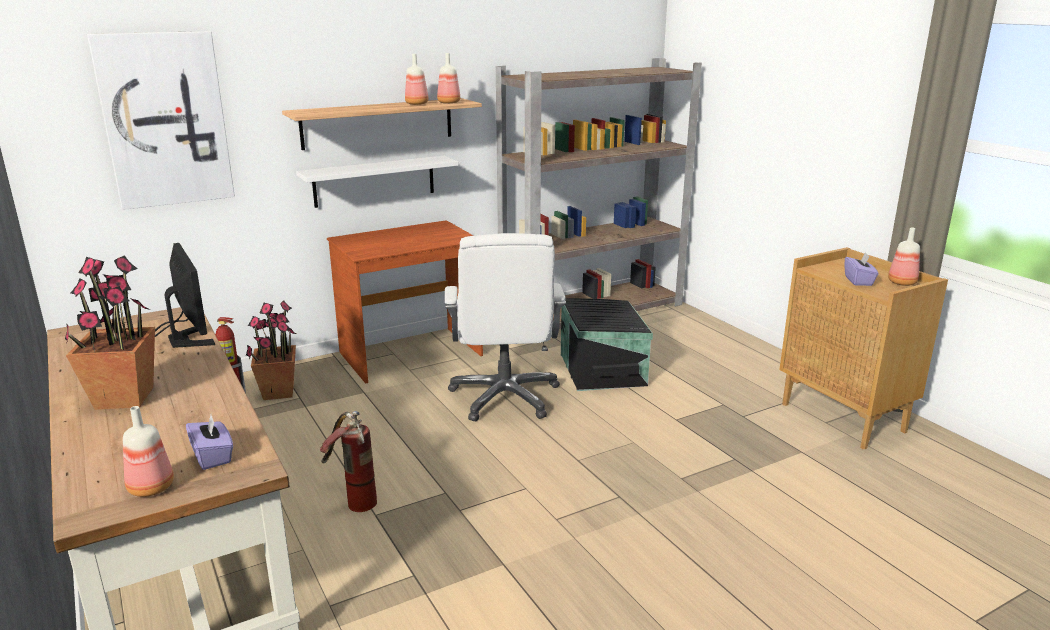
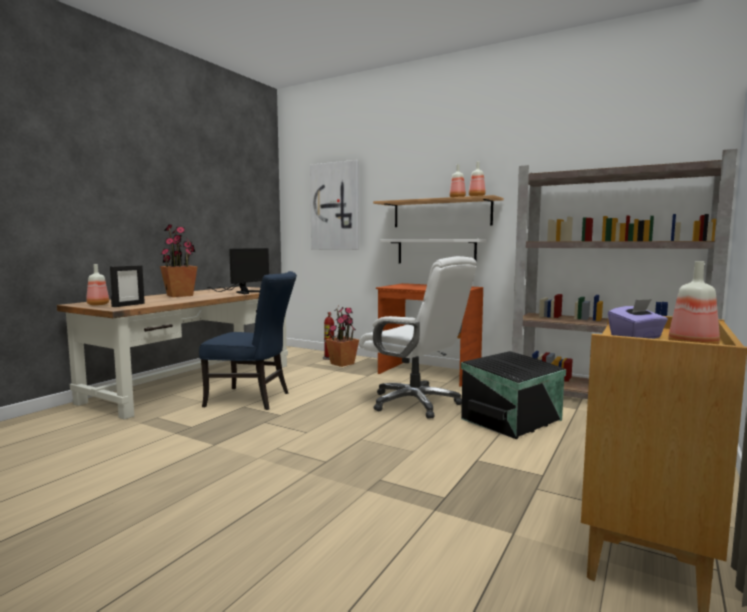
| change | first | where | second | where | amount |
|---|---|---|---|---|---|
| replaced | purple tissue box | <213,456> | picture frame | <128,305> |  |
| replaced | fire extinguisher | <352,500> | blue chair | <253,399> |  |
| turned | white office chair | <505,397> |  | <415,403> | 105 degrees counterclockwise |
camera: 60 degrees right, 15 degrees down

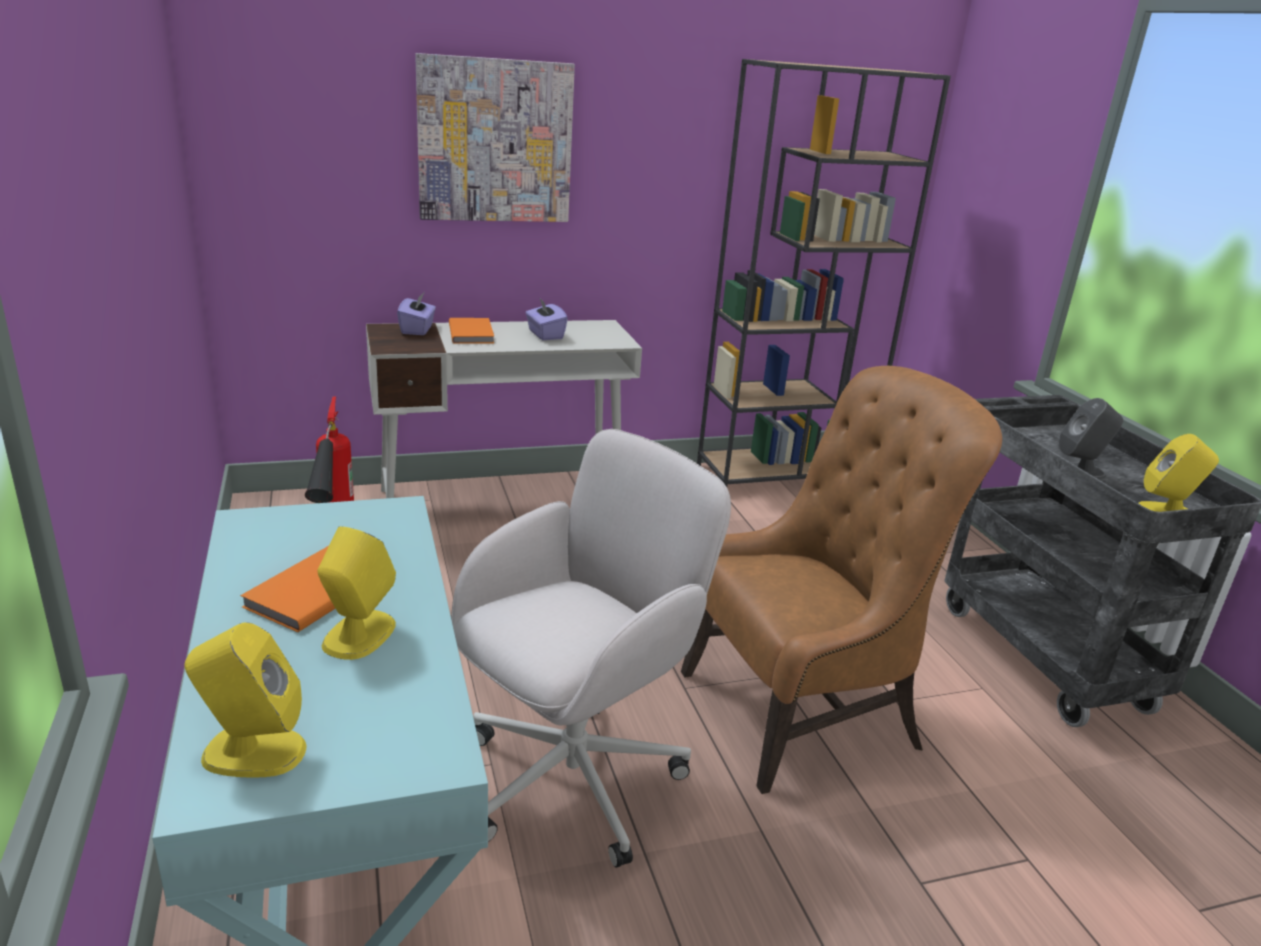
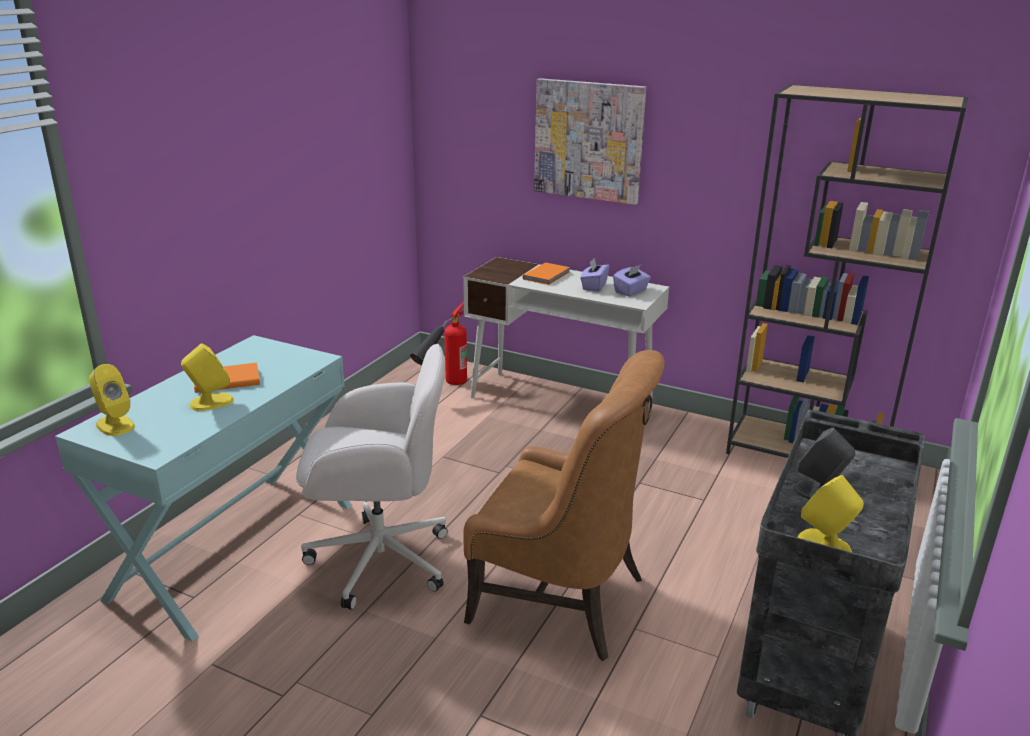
| change | first | where | second | where | amount |
|---|---|---|---|---|---|
| moved | purple tissue box | <417,329> |  | <631,291> |  |
camera: 45 degrees right, 0 degrees up

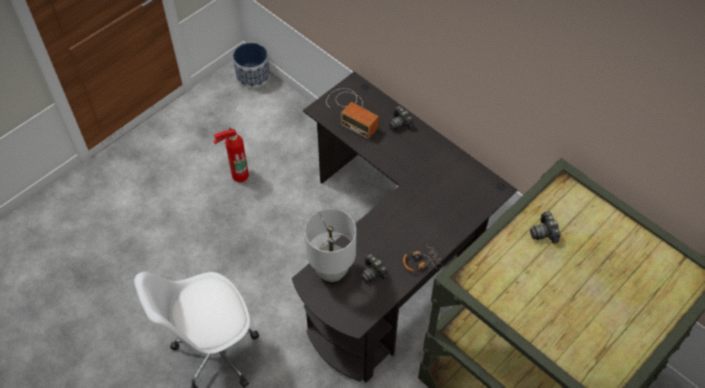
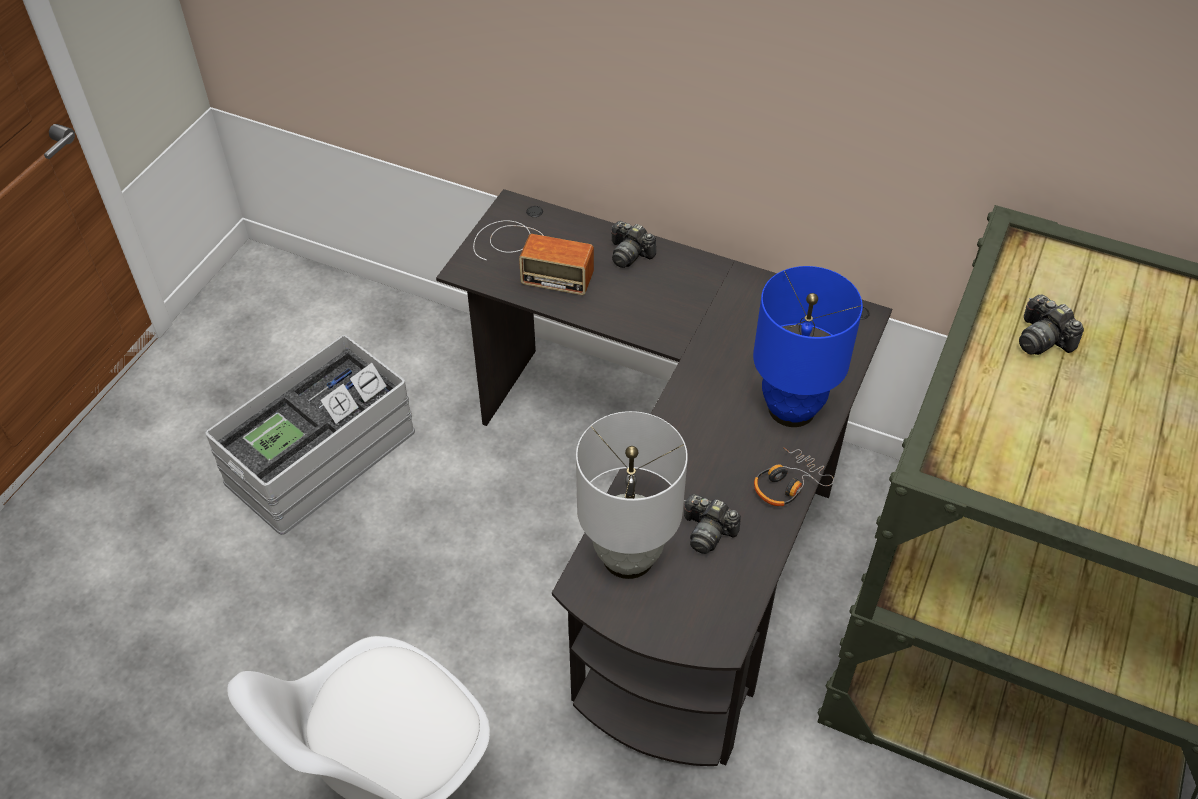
| change | first | where | second | where | amount |
|---|---|---|---|---|---|
| replaced | fire extinguisher | <238,174> | grey storage box | <320,454> |  |
| added |  |  | blue table lamp | <791,409> |  |
| removed | planter | <253,76> |  |  |  |
camera: 20 degrees left, 5 degrees down

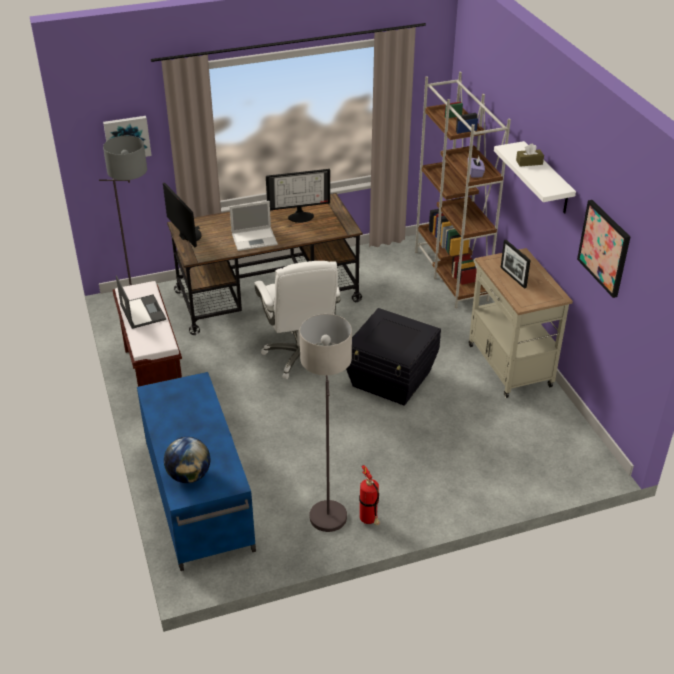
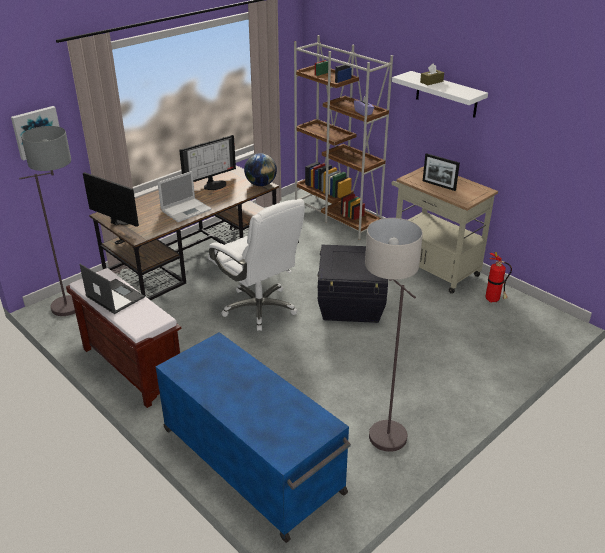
| change | first | where | second | where | amount |
|---|---|---|---|---|---|
| moved | globe | <189,475> |  | <261,184> |  |
| moved | fire extinguisher | <369,521> |  | <493,300> |  |
| removed | picture | <604,248> |  |  |  |
camera: 25 degrees left, 5 degrees down

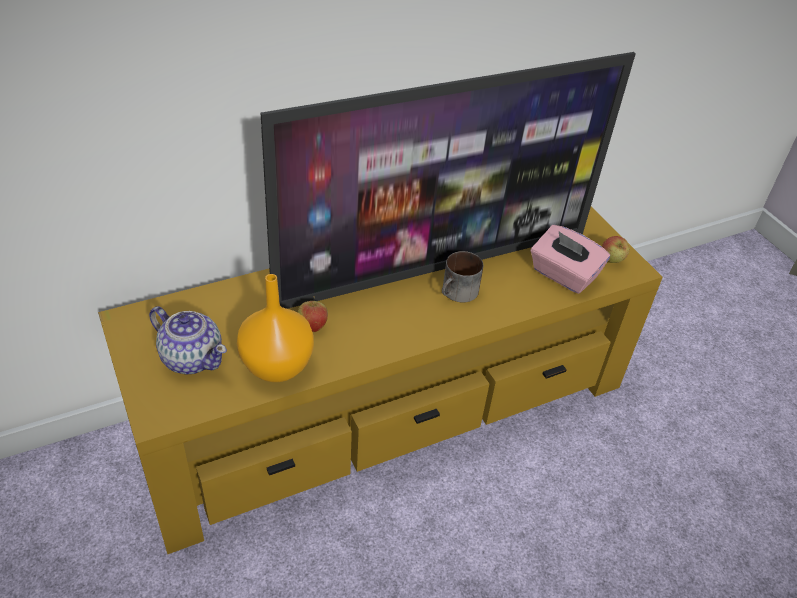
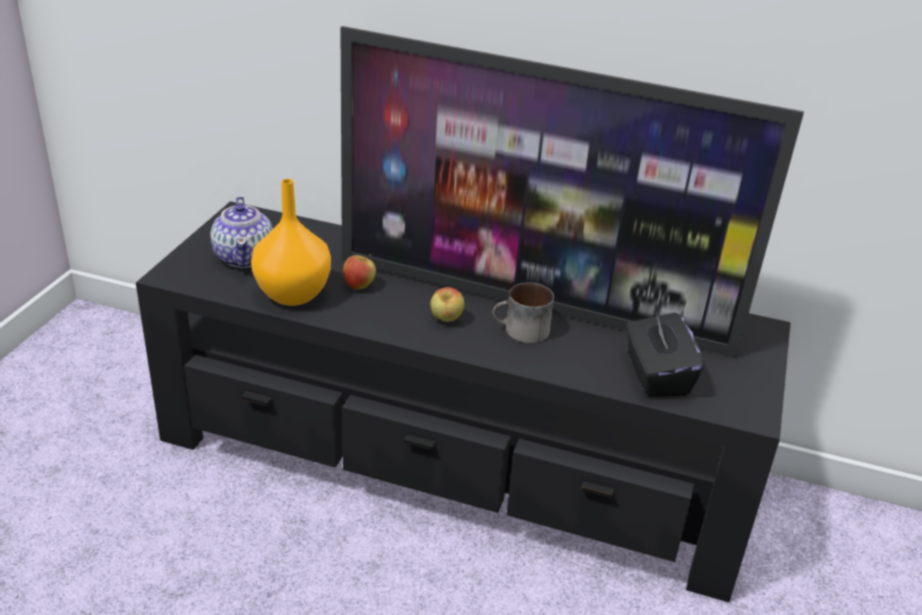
| change | first | where | second | where | amount |
|---|---|---|---|---|---|
| recoloured | yellow tv stand | <387,409> | black tv stand | <452,460> |  |
| moved | apple | <611,261> |  | <446,320> |  |
| recoloured | pink tissue box | <563,275> | black tissue box | <656,375> |  |
camera: 45 degrees right, 10 degrees down

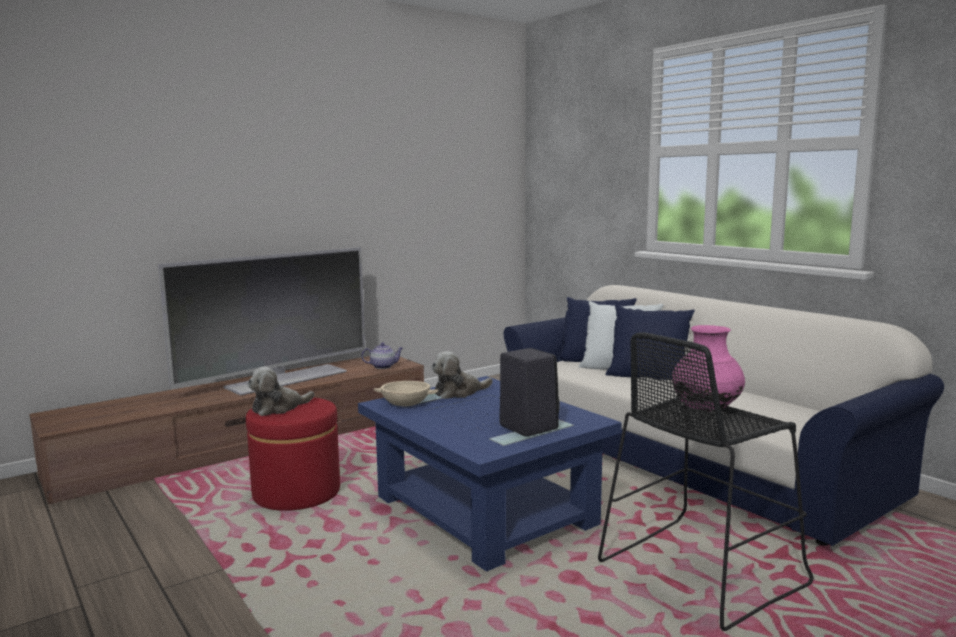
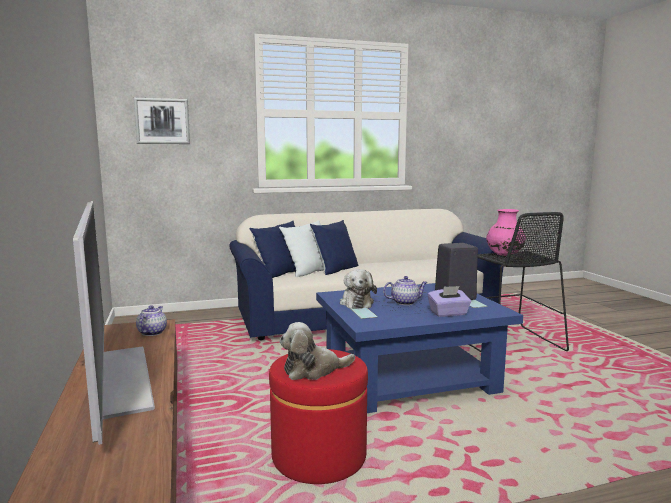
| change | first | where | second | where | amount |
|---|---|---|---|---|---|
| added |  |  | picture | <162,121> |  |
| turned | plush toy | <278,408> |  | <313,370> | 90 degrees clockwise |
| added |  |  | teapot | <405,302> |  |
| added |  |  | purple tissue box | <448,313> |  |
| removed | beige bowl | <405,403> |  |  |  |
camera: 70 degrees left, 0 degrees up

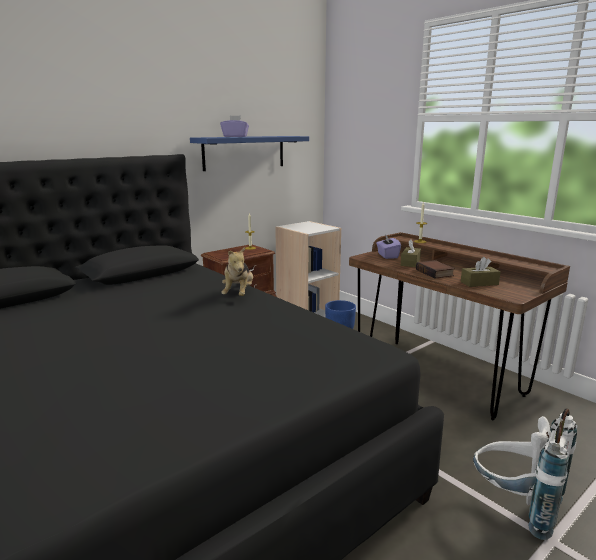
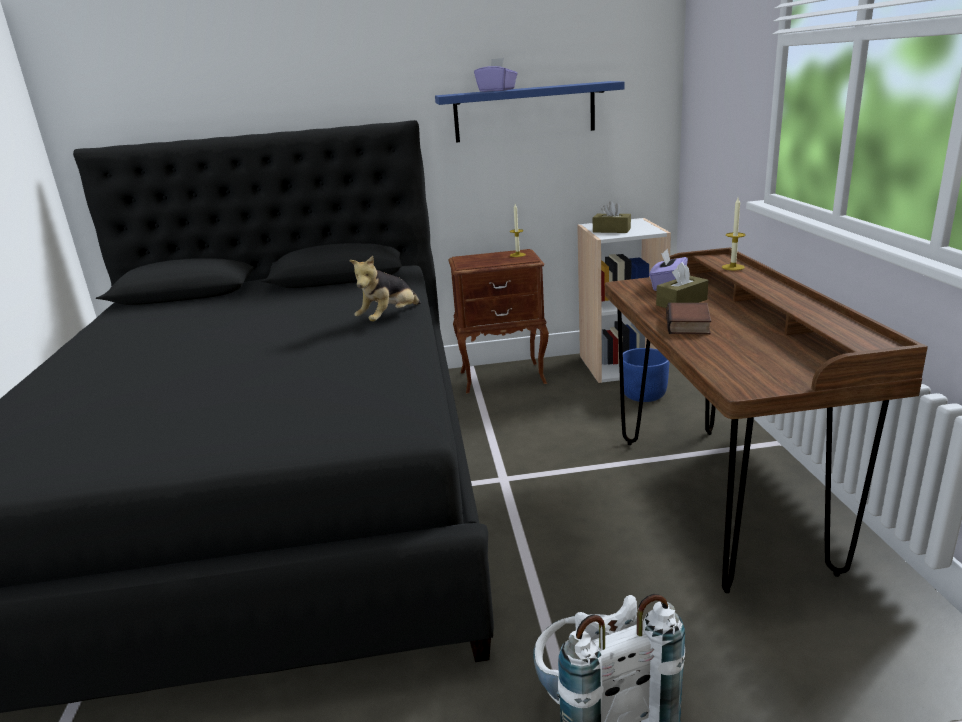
| change | first | where | second | where | amount |
|---|---|---|---|---|---|
| moved | brown tissue box | <479,283> |  | <611,230> |  |
camera: 35 degrees right, 5 degrees up

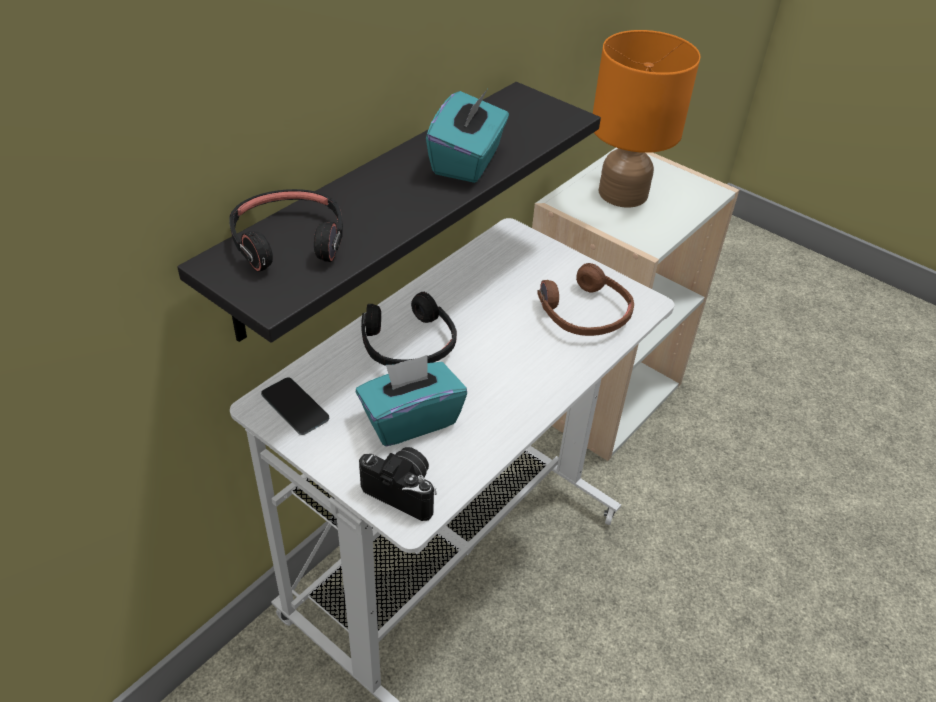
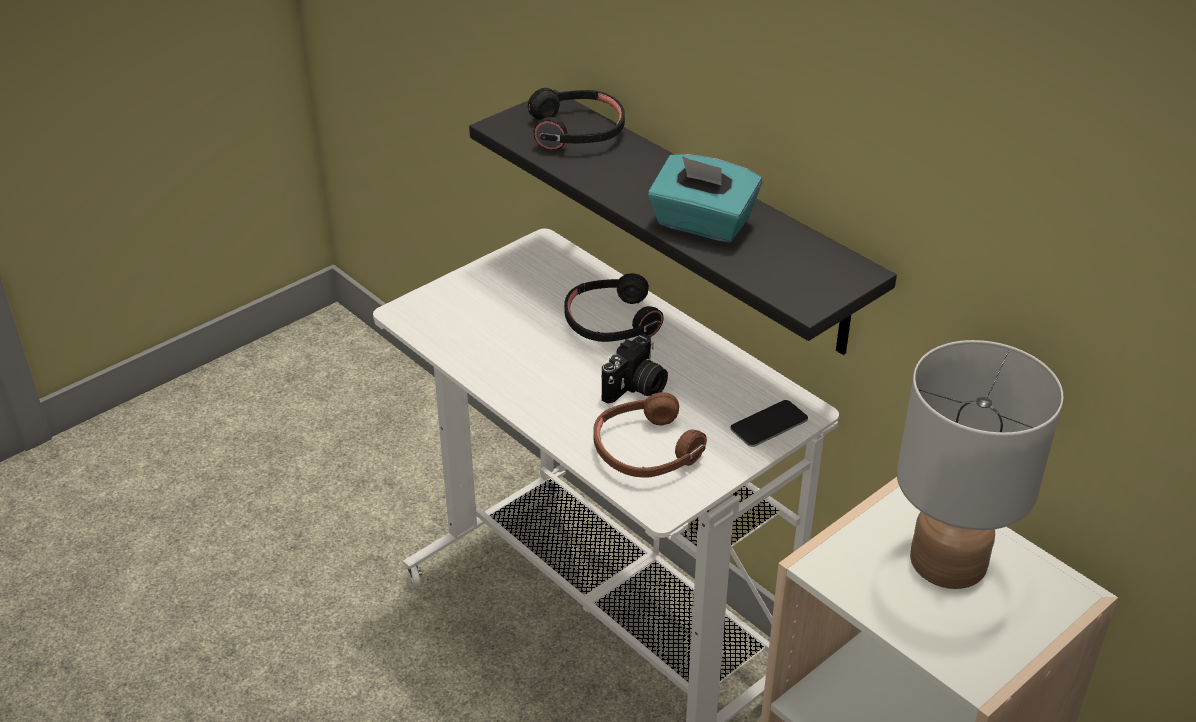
| change | first | where | second | where | amount |
|---|---|---|---|---|---|
| moved | photo camera | <404,491> |  | <636,388> |  |
| moved | phone | <295,406> |  | <769,424> |  |
| recoloured | orange table lamp | <623,193> | grey table lamp | <950,561> |  |
| removed | turquoise tissue box | <410,419> |  |  |  |
camera: 100 degrees right, 5 degrees down

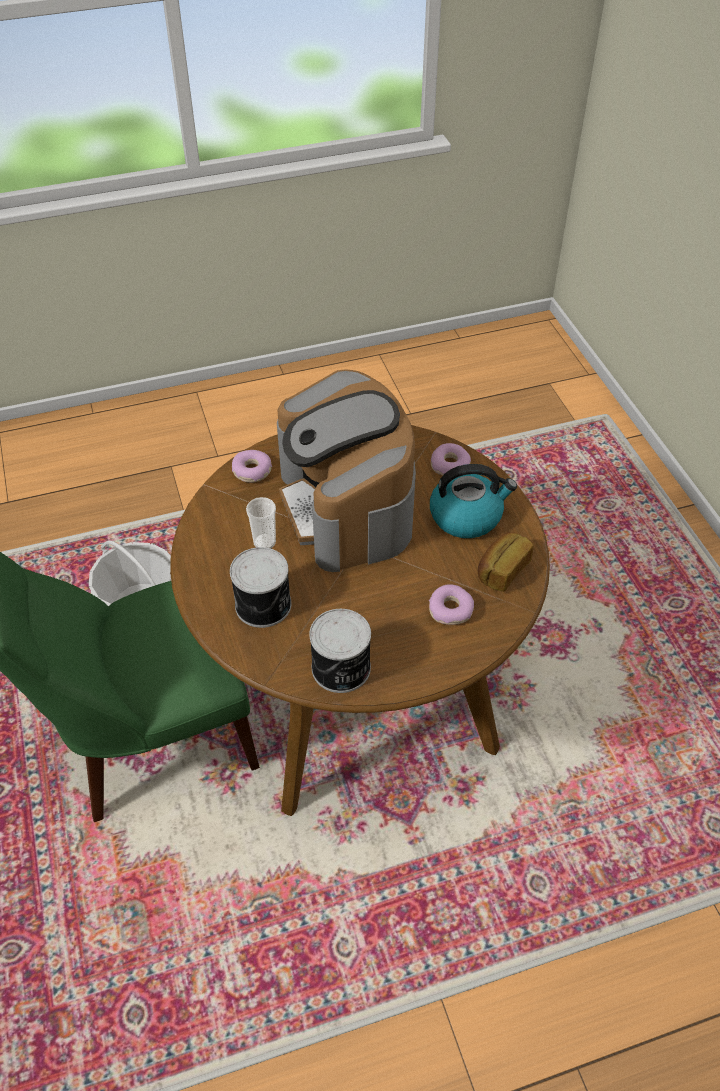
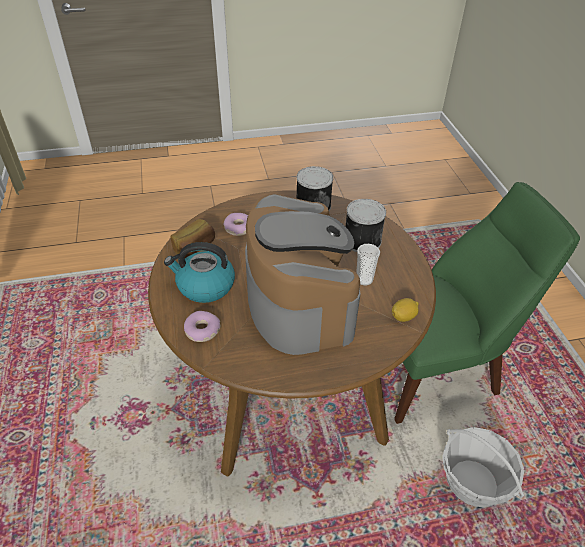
| change | first | where | second | where | amount |
|---|---|---|---|---|---|
| added |  |  | lemon | <403,317> |  |
| removed | donut | <252,471> |  |  |  |
camera: 175 degrees left, 5 degrees down

